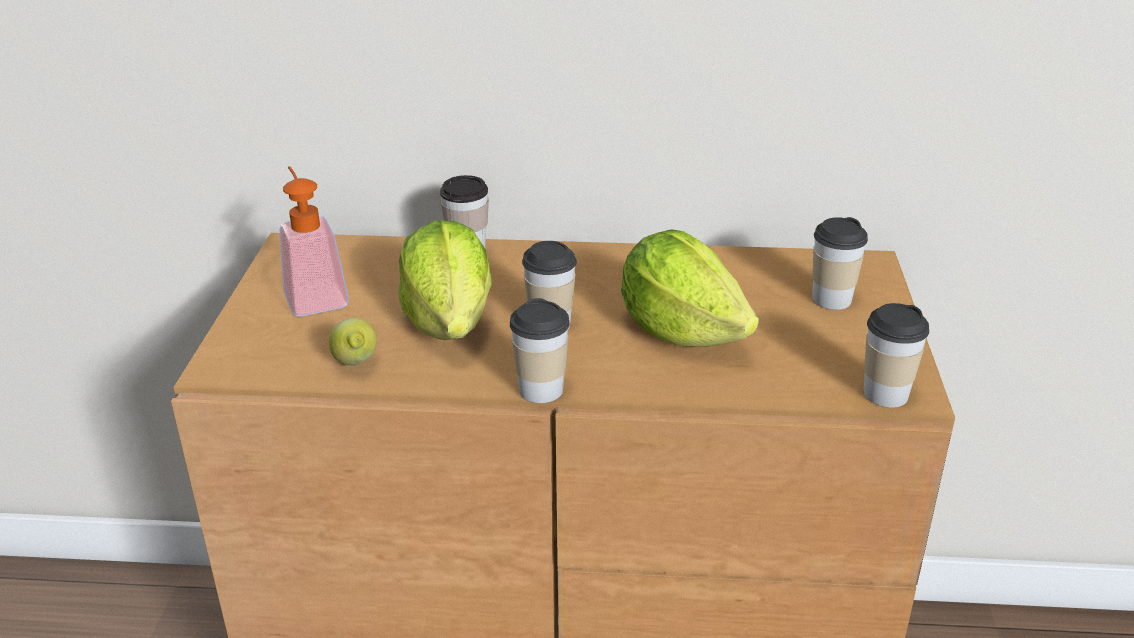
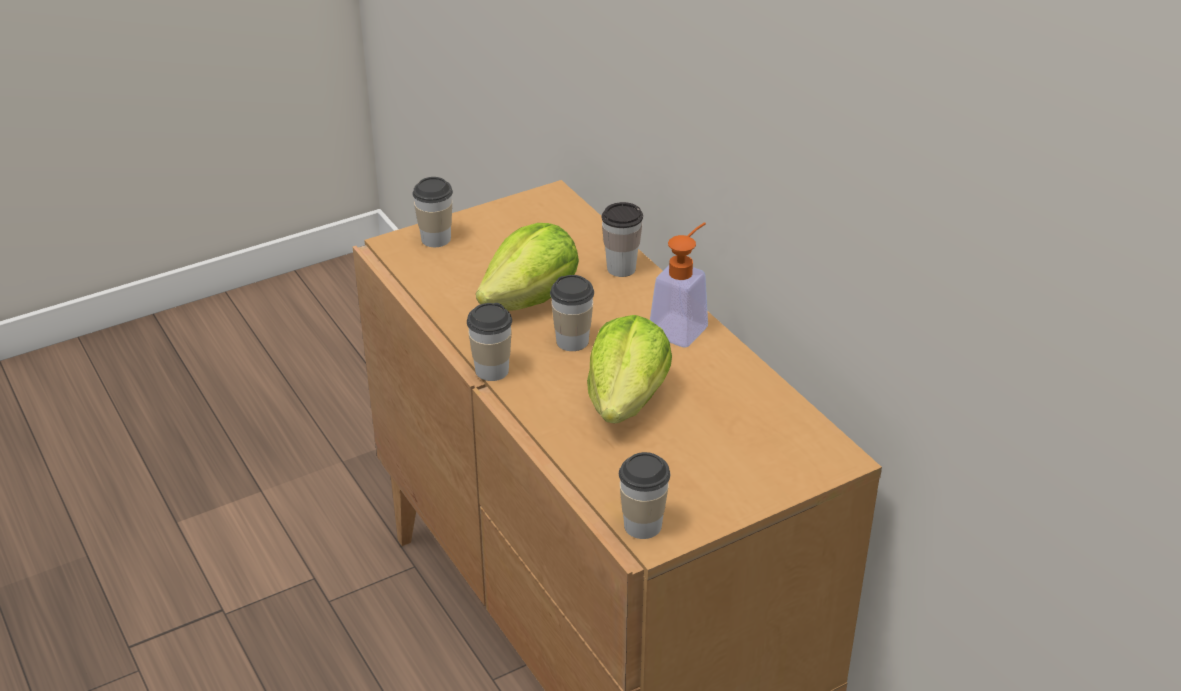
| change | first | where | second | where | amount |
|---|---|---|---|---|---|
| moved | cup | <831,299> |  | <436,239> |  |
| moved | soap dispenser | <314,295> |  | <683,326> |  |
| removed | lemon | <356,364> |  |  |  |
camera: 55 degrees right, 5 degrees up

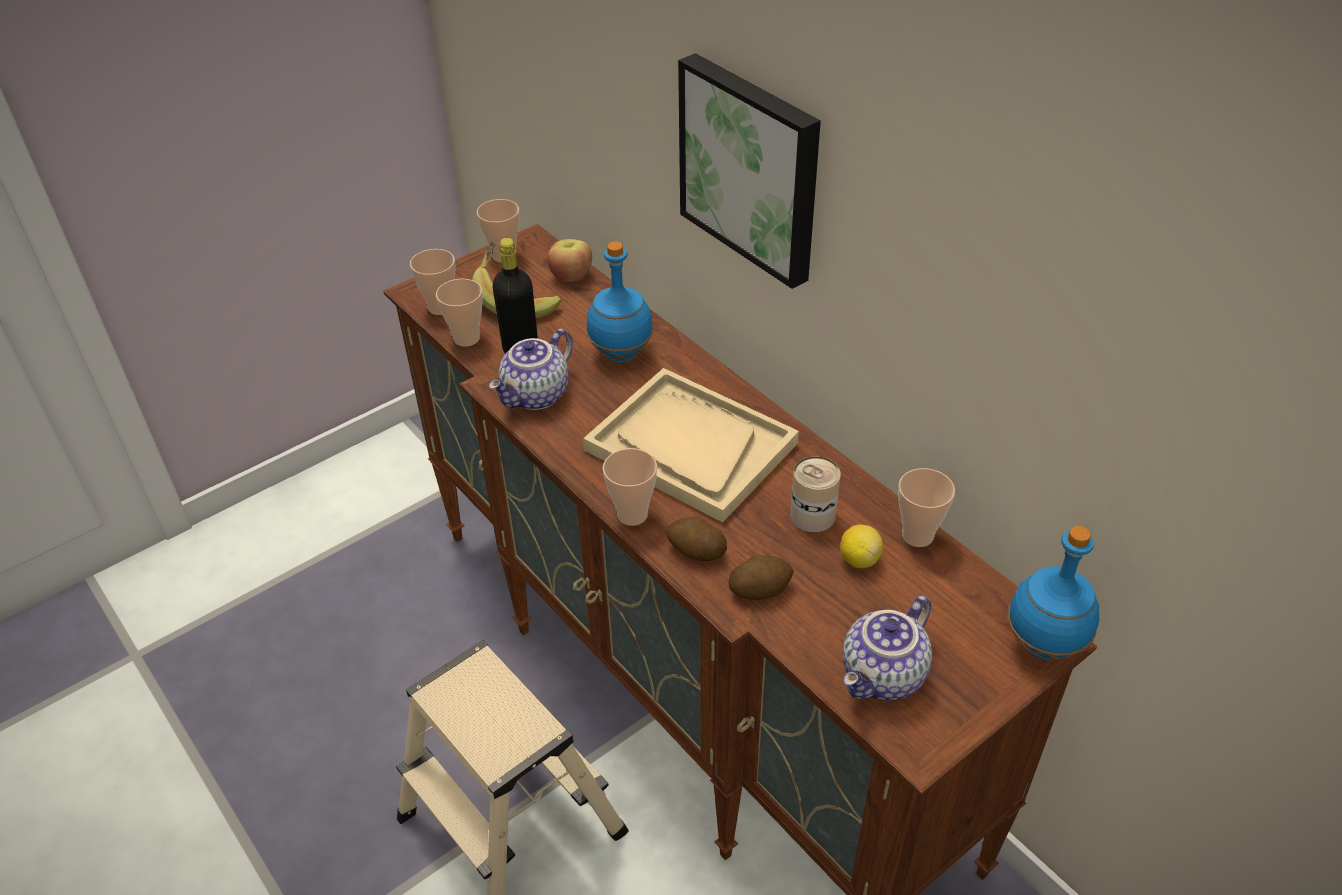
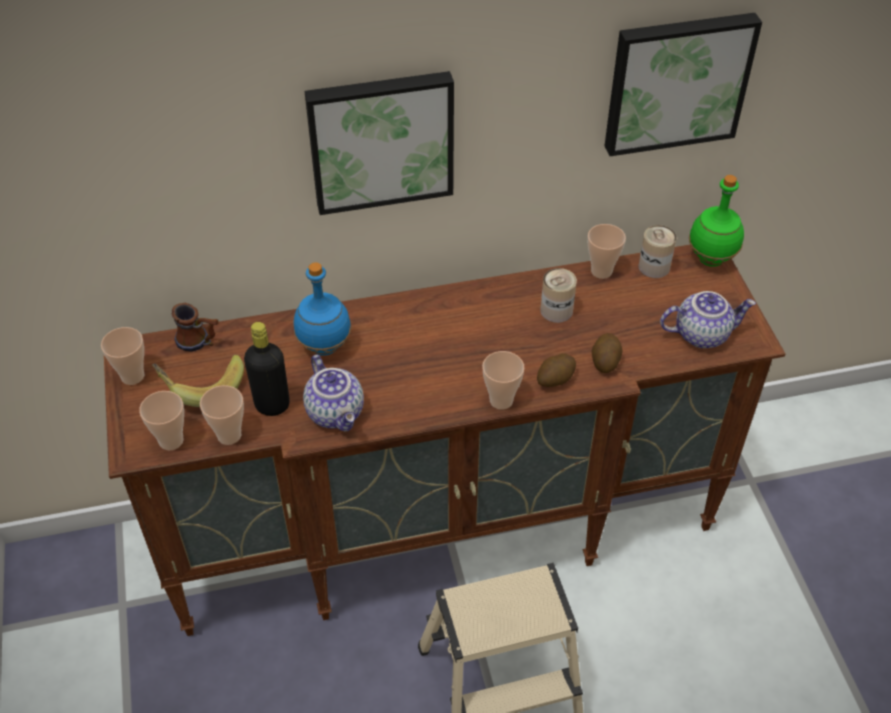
| change | first | where | second | where | amount |
|---|---|---|---|---|---|
| replaced | apple | <571,276> | mug | <200,342> |  |
| added |  |  | picture | <677,81> |  |
| added |  |  | can | <654,267> |  |
| turned | teapot | <884,677> |  | <702,333> | 75 degrees counterclockwise |
| recoloured | blue bottle | <1043,644> | green bottle | <710,259> |  |
| removed | beige tray | <690,447> |  |  |  |
| removed | lemon | <859,559> |  |  |  |
camera: 65 degrees left, 5 degrees up

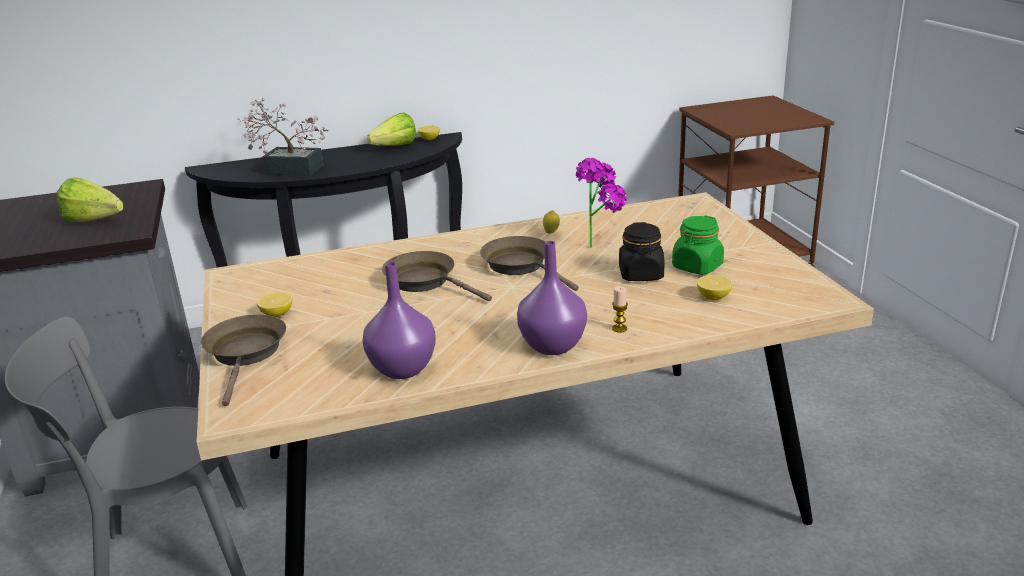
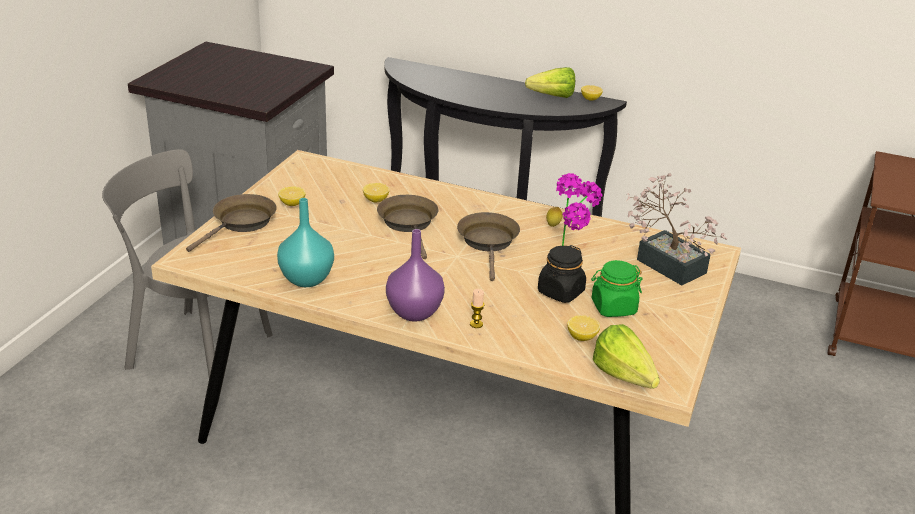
| change | first | where | second | where | amount |
|---|---|---|---|---|---|
| recoloured | purple vase | <403,369> | turquoise vase | <306,280> |  |
| added |  |  | lemon | <376,200> |  |
| moved | lettuce | <98,222> |  | <626,380> |  |
| moved | potted plant | <288,169> |  | <665,262> |  |
camera: 35 degrees right, 5 degrees up

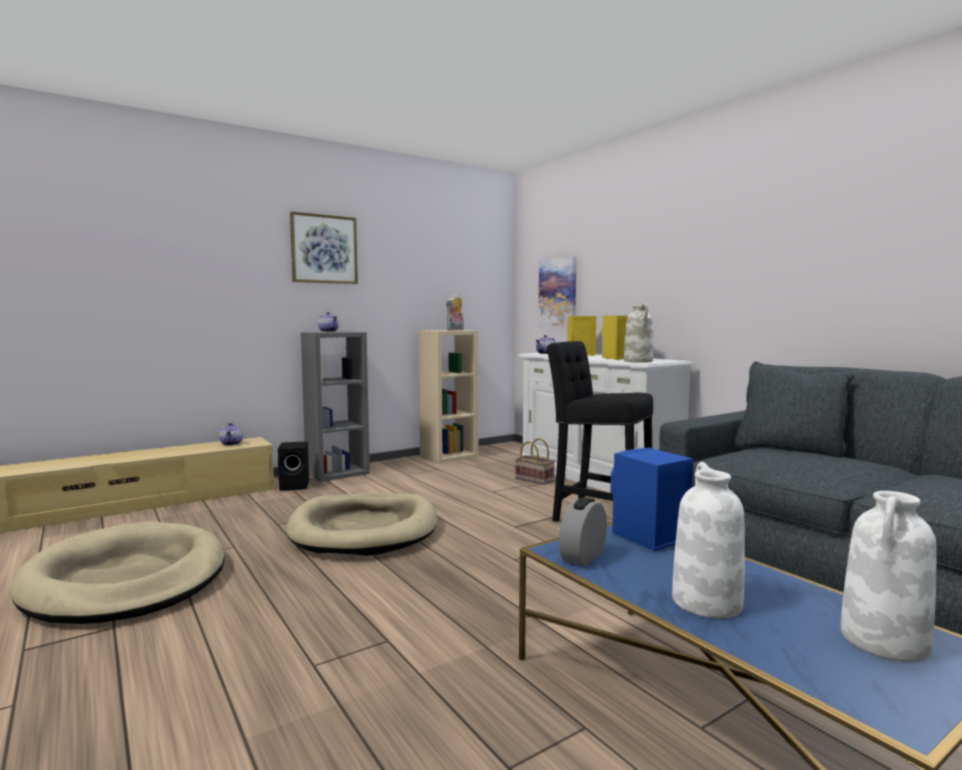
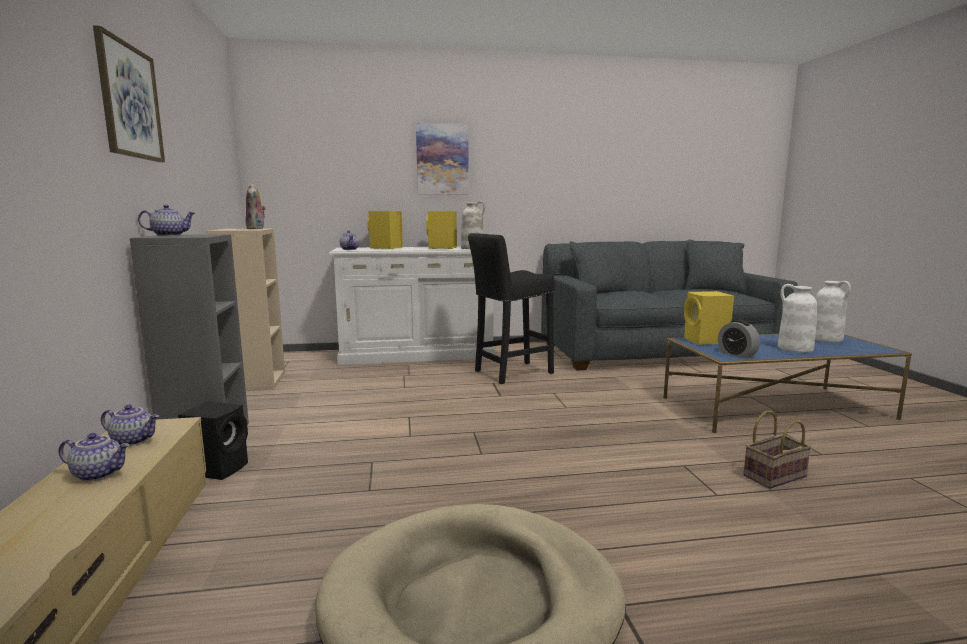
| change | first | where | second | where | amount |
|---|---|---|---|---|---|
| added |  |  | teapot | <99,473> |  |
| moved | picture | <558,293> |  | <442,159> |  |
| recoloured | blue speaker | <647,537> | yellow speaker | <706,341> |  |
| moved | basket | <535,479> |  | <774,475> |  |
| removed | beige dog bed | <364,529> |  |  |  |
camera: 65 degrees left, 5 degrees up

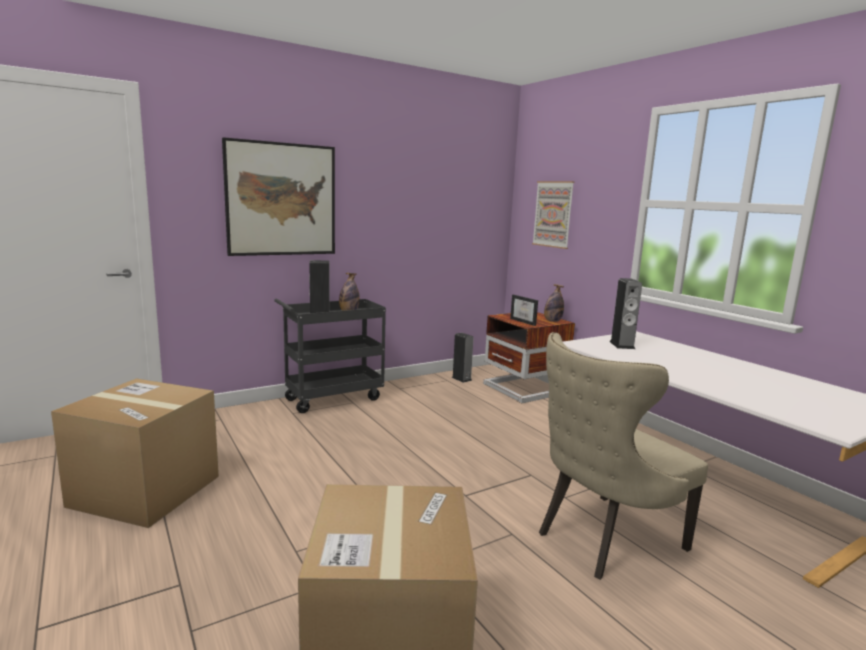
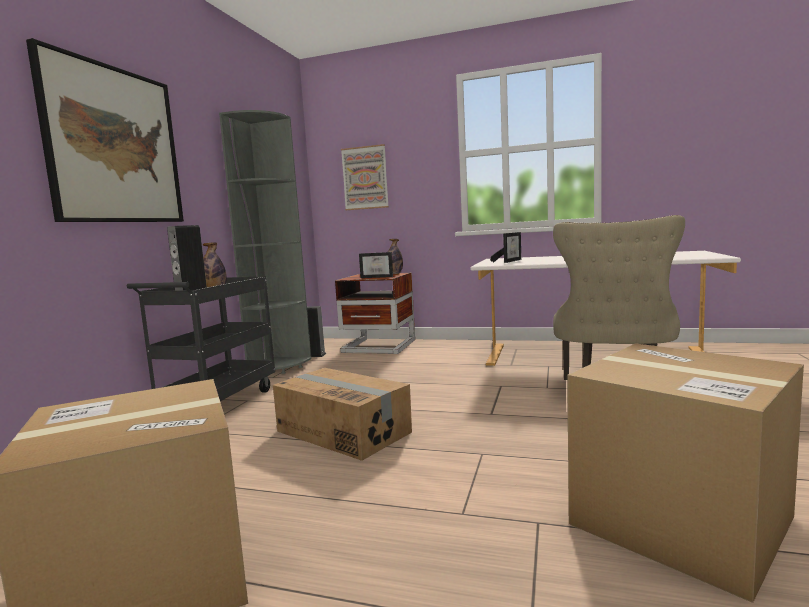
| change | first | where | second | where | amount |
|---|---|---|---|---|---|
| added |  |  | grey bookcase | <280,370> |  |
| added |  |  | cardboard box | <343,431> |  |
| replaced | speaker | <622,345> | picture frame | <509,261> |  |
camera: 40 degrees left, 5 degrees down

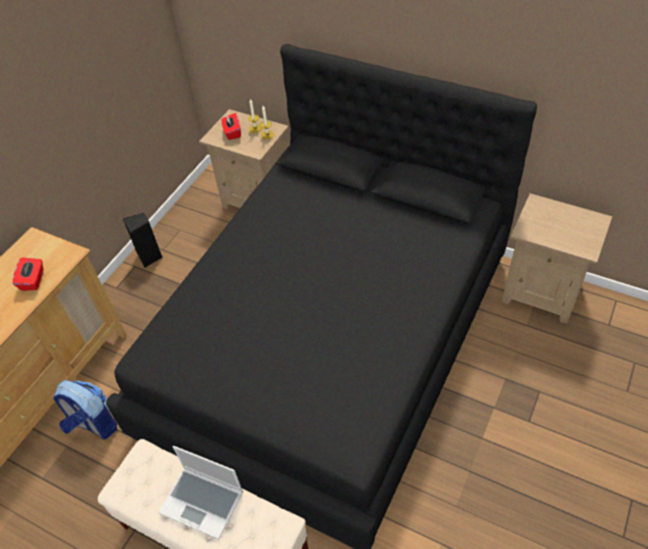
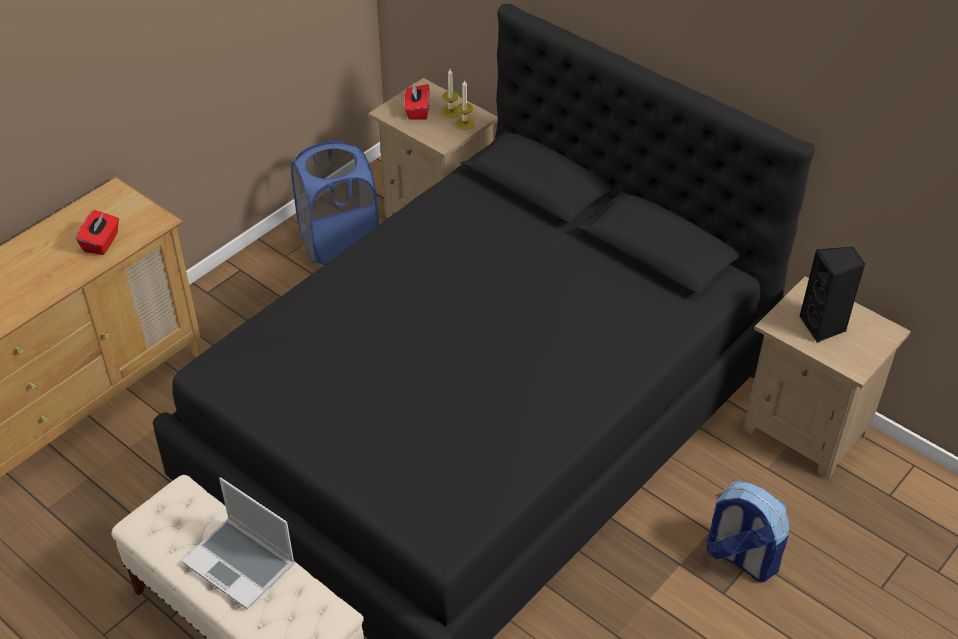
| change | first | where | second | where | amount |
|---|---|---|---|---|---|
| added |  |  | blue laundry basket | <339,245> |  |
| moved | backpack | <93,424> |  | <740,557> |  |
| moved | black speaker | <150,257> |  | <823,326> |  |
camera: 10 degrees right, 5 degrees down

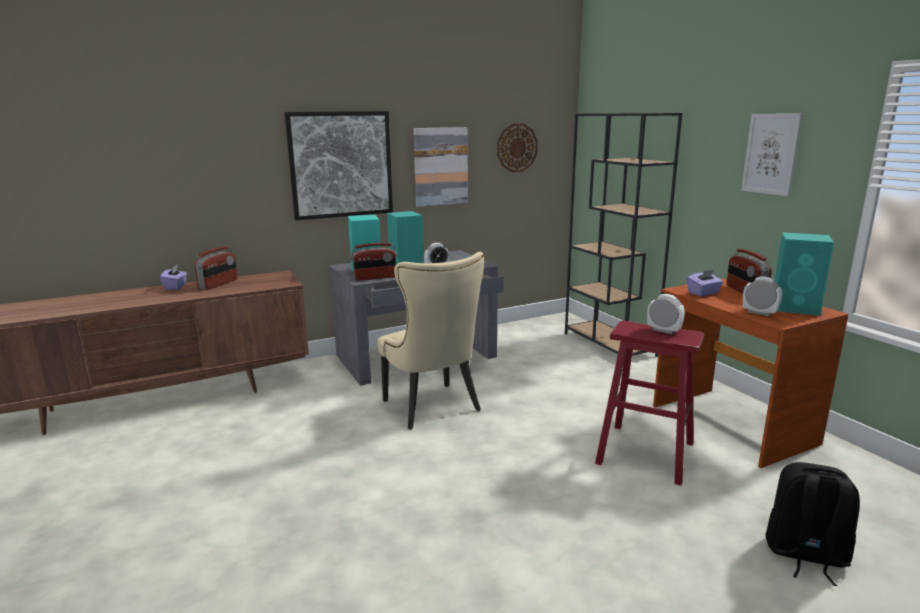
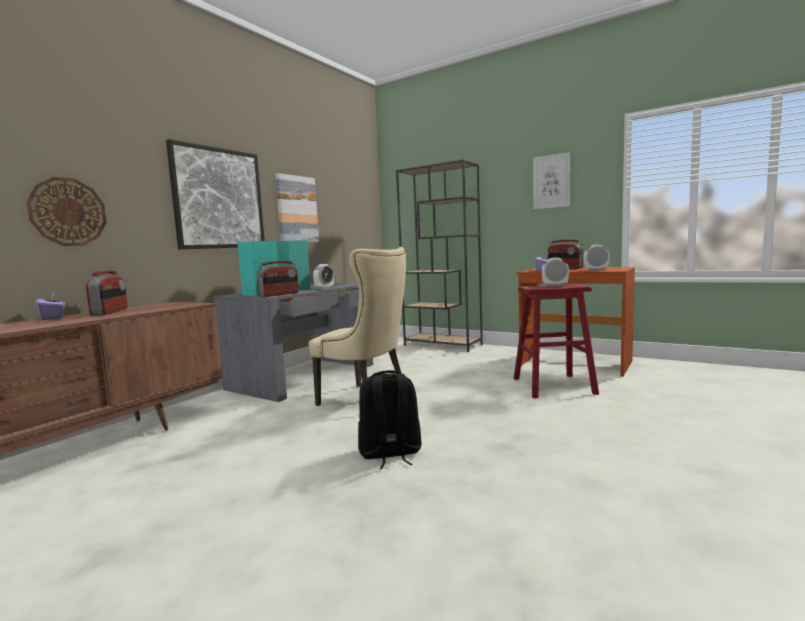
| change | first | where | second | where | amount |
|---|---|---|---|---|---|
| moved | wall clock | <517,148> |  | <68,212> |  |
| moved | black backpack | <805,555> |  | <389,454> |  |
| removed | turquoise speaker | <796,308> |  |  |  |
camera: 30 degrees left, 10 degrees down

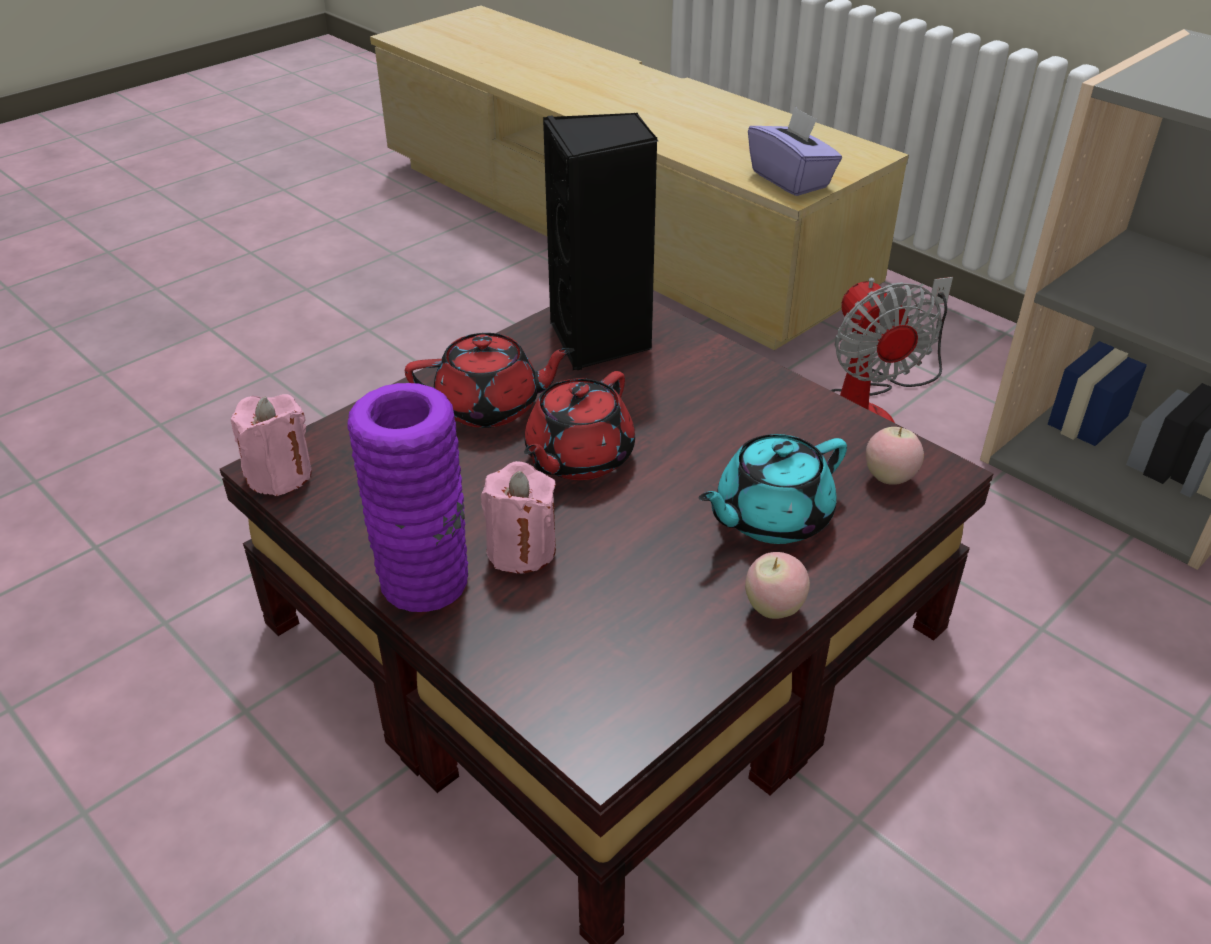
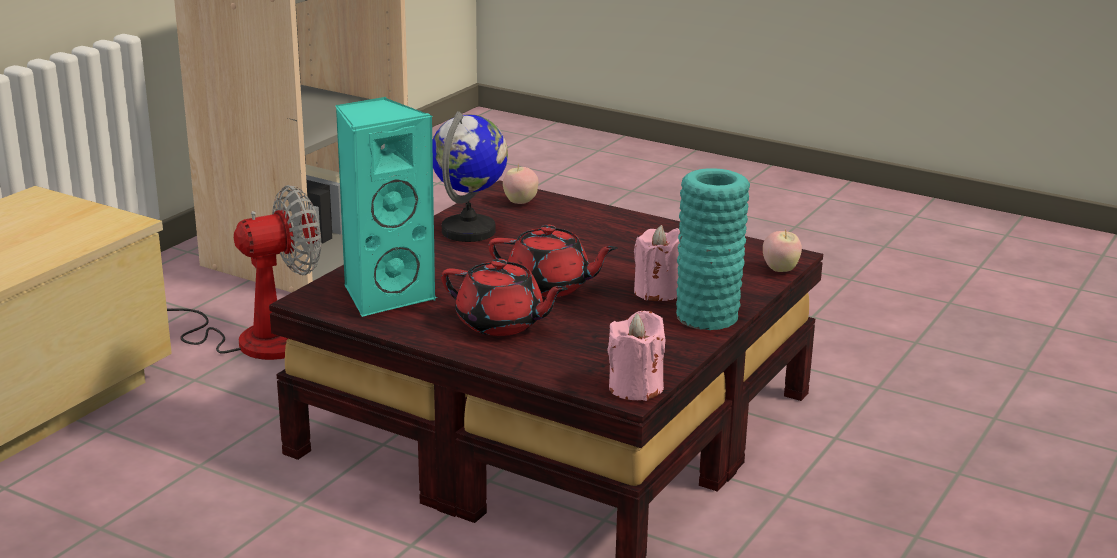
| change | first | where | second | where | amount |
|---|---|---|---|---|---|
| recoloured | black speaker | <601,341> | turquoise speaker | <385,295> |  |
| added |  |  | globe | <469,231> |  |
| turned | red teapot | <490,407> |  | <501,324> | 135 degrees clockwise |
| recoloured | purple vase | <424,580> | turquoise vase | <707,316> |  |
| moved | apple | <773,608> |  | <780,270> |  |
| removed | turquoise teapot | <770,517> |  |  |  |
| removed | purple tissue box | <791,179> |  |  |  |
camera: 105 degrees left, 15 degrees down

